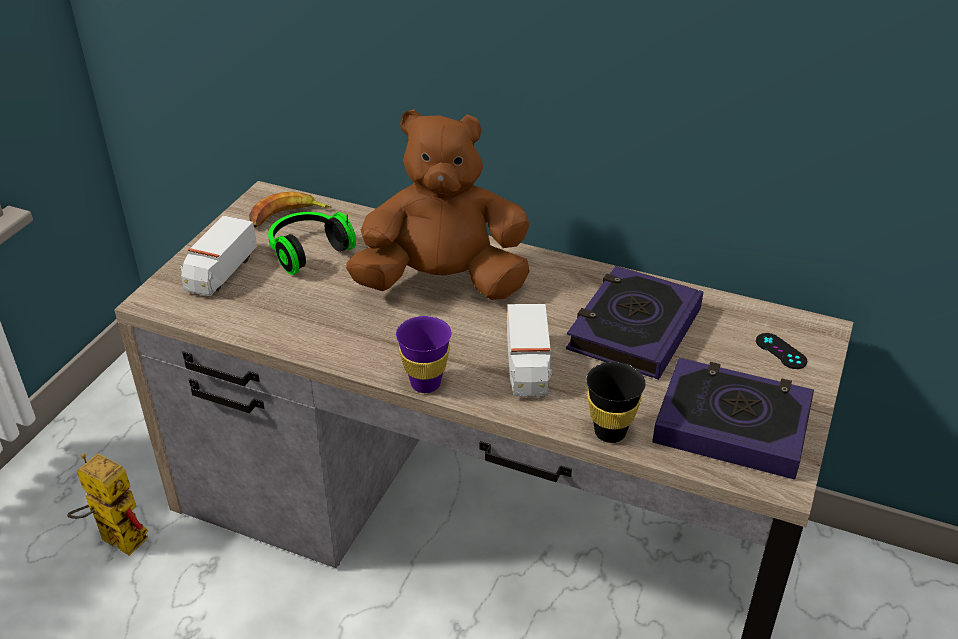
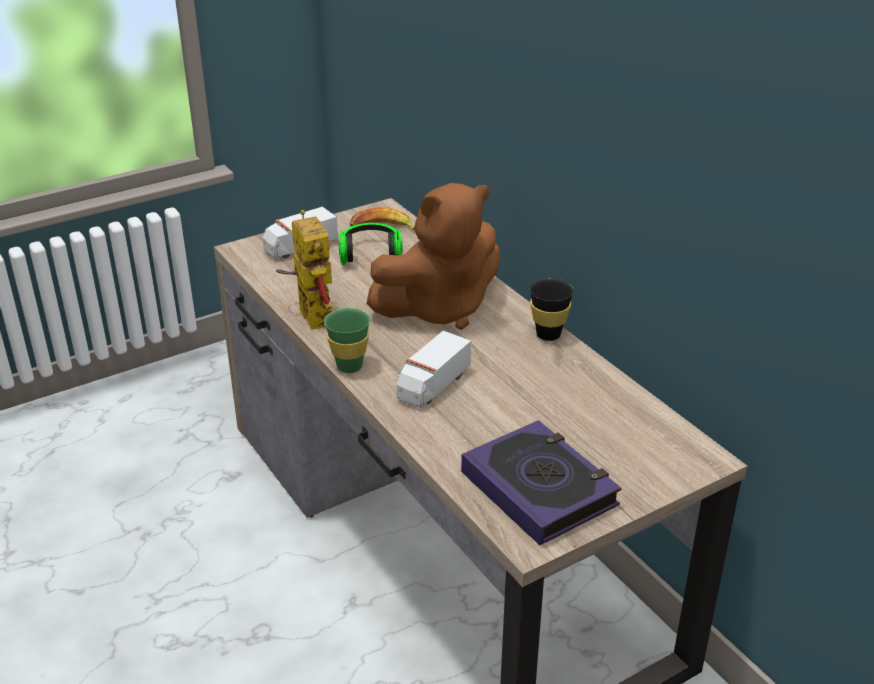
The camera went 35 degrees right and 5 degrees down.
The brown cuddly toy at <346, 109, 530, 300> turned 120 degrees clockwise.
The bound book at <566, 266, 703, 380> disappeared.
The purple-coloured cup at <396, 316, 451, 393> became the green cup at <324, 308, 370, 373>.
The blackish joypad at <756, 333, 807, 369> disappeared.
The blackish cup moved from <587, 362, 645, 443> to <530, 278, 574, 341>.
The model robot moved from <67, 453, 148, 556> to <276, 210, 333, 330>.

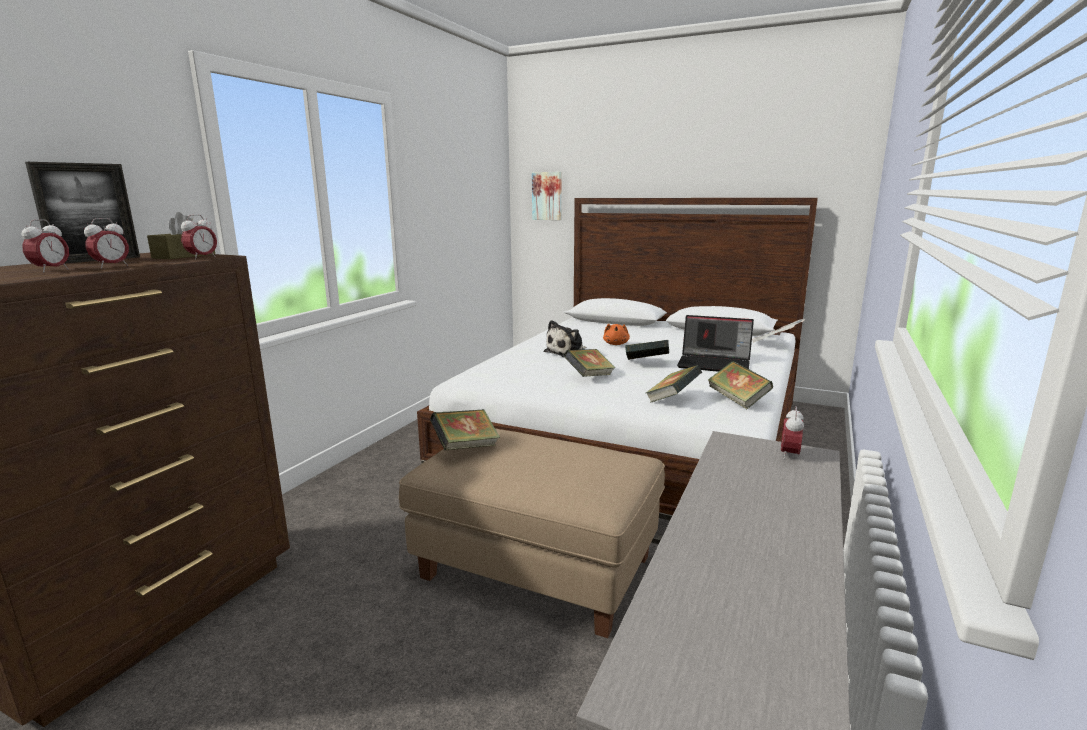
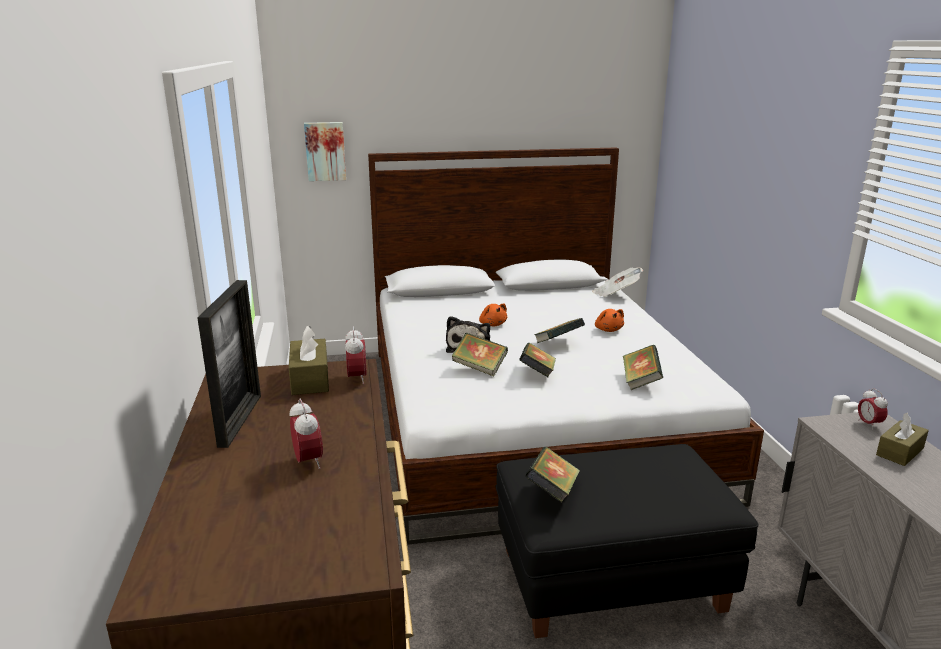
The camera went 35 degrees left and 5 degrees up.
The alarm clock at <84, 218, 129, 269> disappeared.
The portable computer at <677, 315, 754, 372> was replaced by the orange-coloured cuddly toy at <595, 309, 624, 332>.
The bound book moved from <708, 361, 773, 409> to <452, 333, 508, 376>.
The beige-coloured pouffe at <399, 429, 665, 638> became the blackish pouffe at <496, 444, 759, 638>.
The brown box of tissues at <876, 413, 929, 466> appeared.

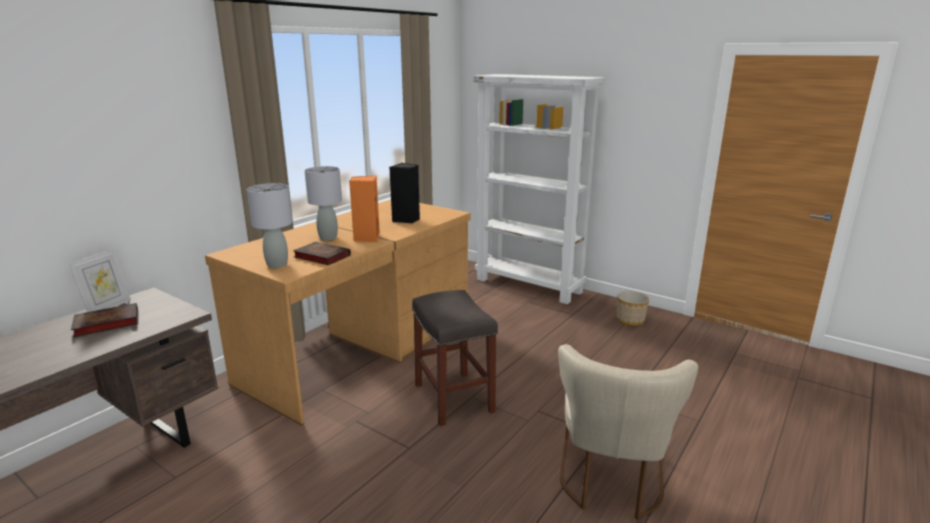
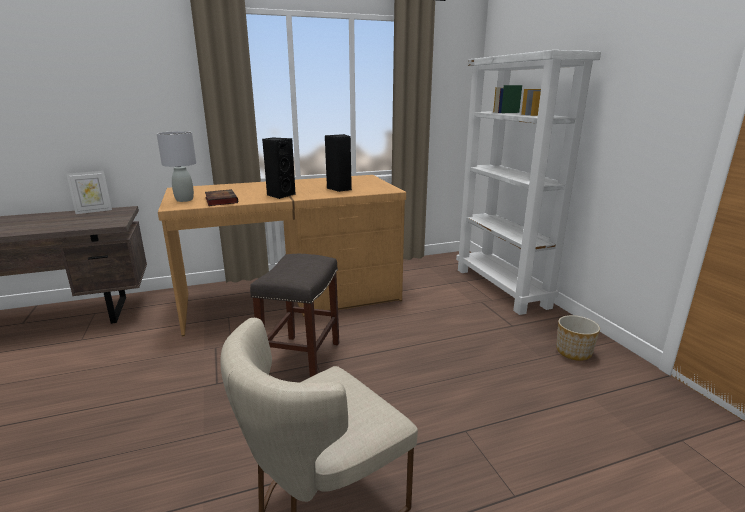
The camera went 35 degrees right and 0 degrees up.
The gray table lamp at <304, 166, 342, 240> disappeared.
The orange-coloured speaker at <349, 176, 380, 242> became the blackish speaker at <262, 137, 296, 199>.
The bound book at <71, 303, 138, 337> disappeared.

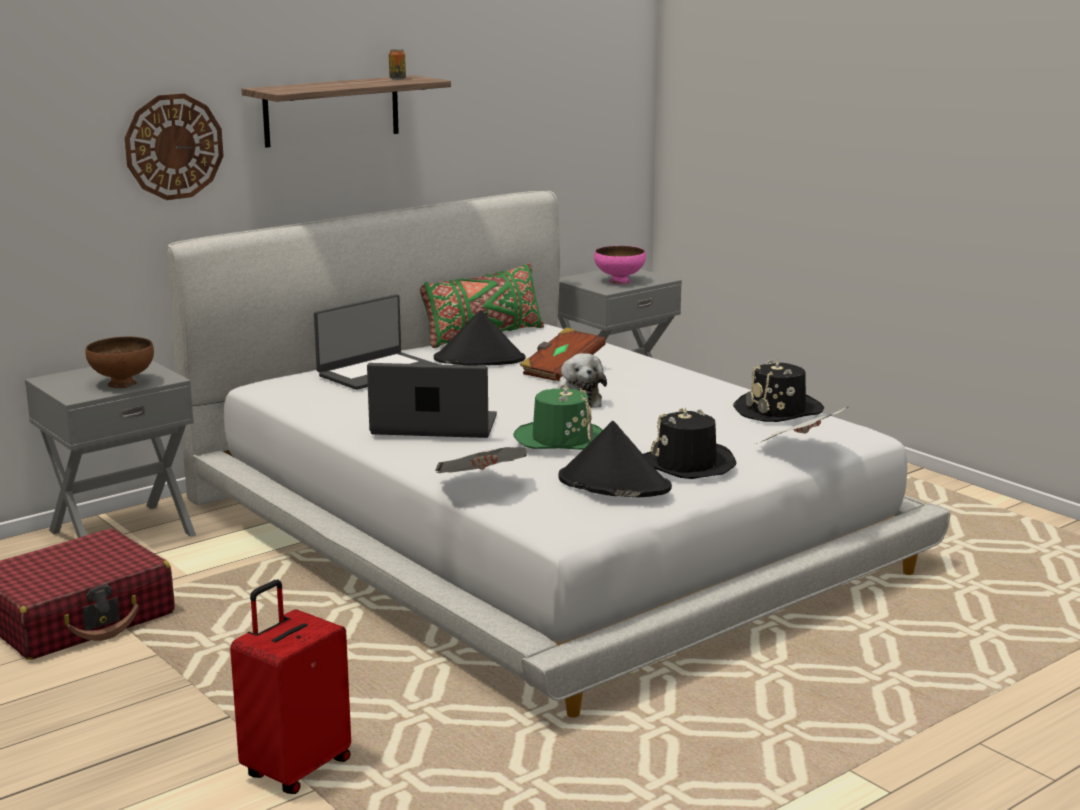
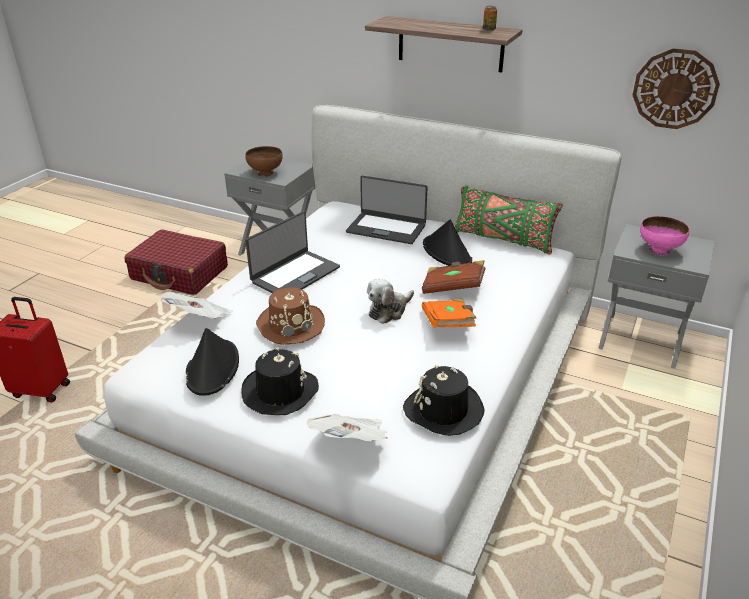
The camera went 65 degrees right and 15 degrees up.
The hanging clock moved from <125, 93, 224, 200> to <633, 48, 720, 129>.
The portable computer at <367, 363, 497, 438> turned 60 degrees clockwise.
The green clothing hat at <513, 384, 602, 450> became the brown clothing hat at <256, 288, 325, 345>.
The orange-coloured bound book at <422, 299, 476, 328> appeared.

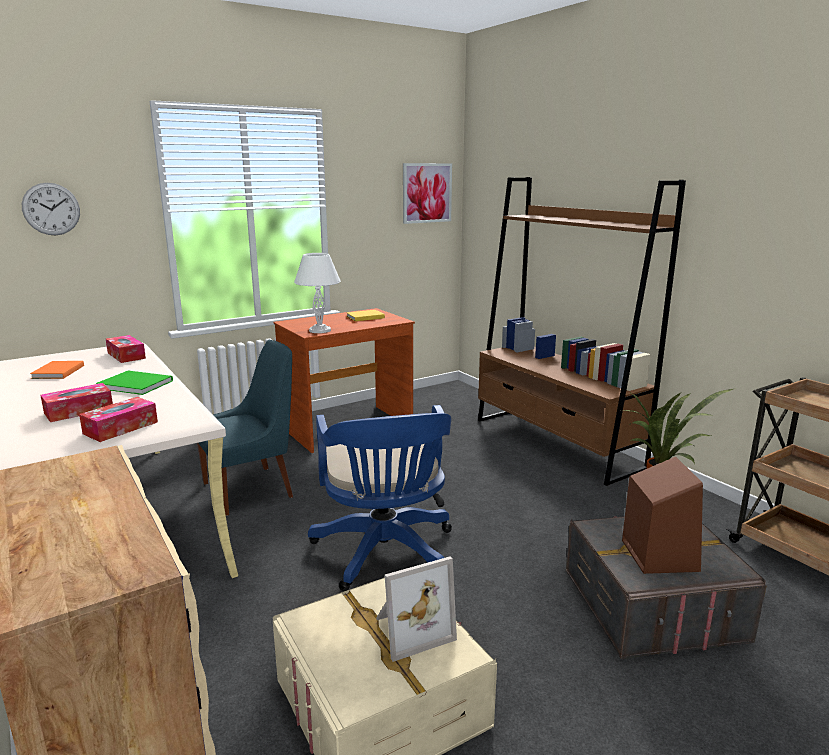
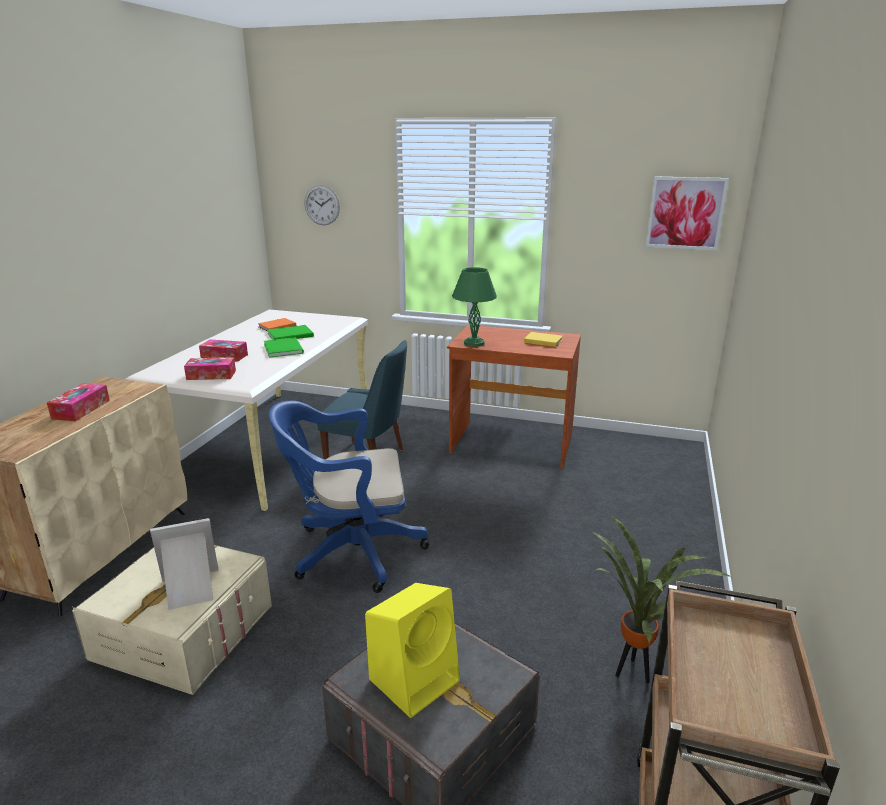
The camera went 50 degrees right and 5 degrees up.
The brown shelving unit at <478, 177, 686, 486> disappeared.
The white-coloured table lamp at <294, 253, 341, 333> became the green table lamp at <452, 267, 497, 346>.
The box of tissues moved from <106, 335, 146, 363> to <47, 383, 110, 421>.
The blue-coloured desk chair at <308, 405, 452, 591> turned 45 degrees clockwise.
The brown speaker at <622, 457, 703, 574> became the yellow speaker at <365, 583, 460, 718>.
The standing frame at <376, 557, 457, 662> turned 135 degrees clockwise.
The green bound book at <267, 325, 314, 340> appeared.

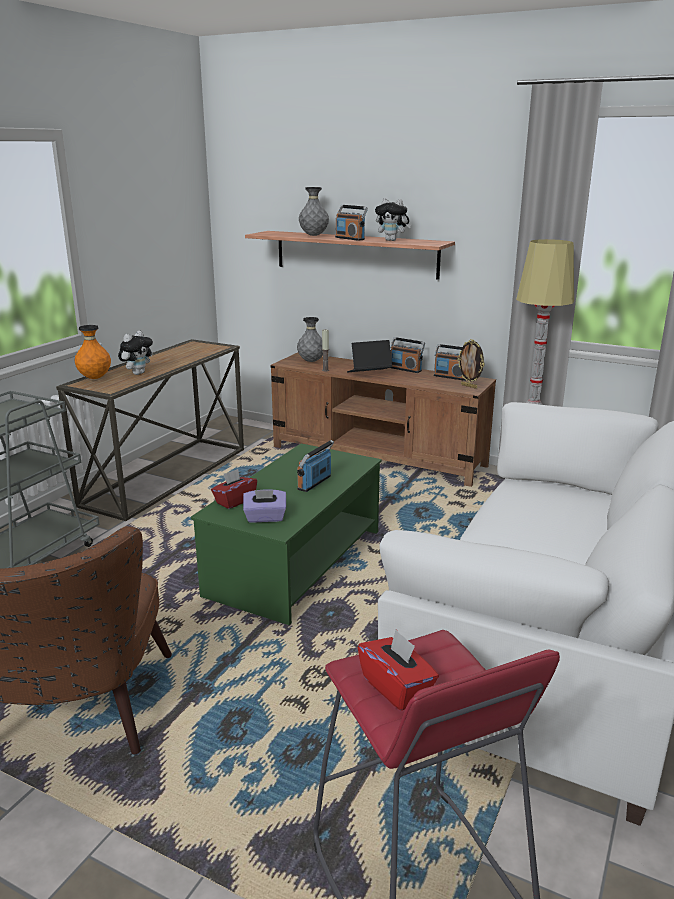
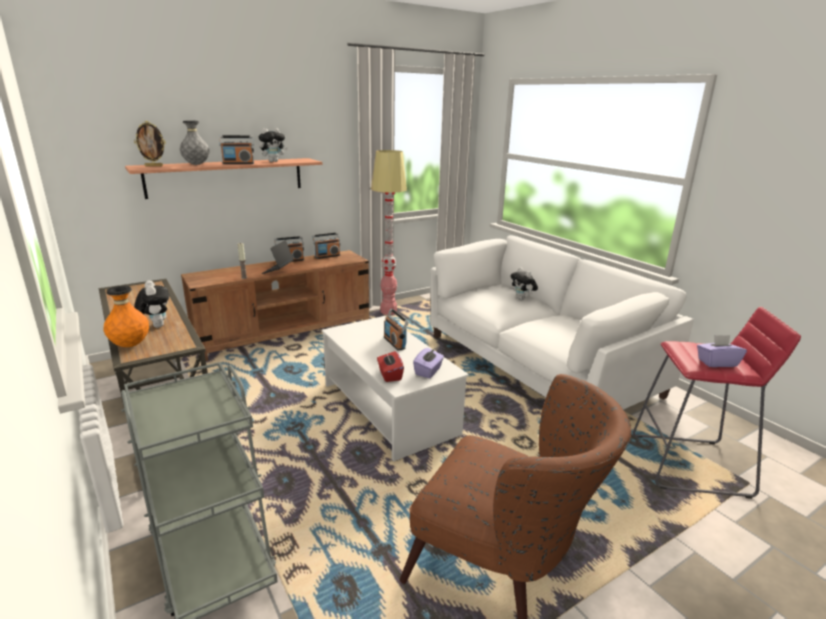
The camera went 60 degrees left and 0 degrees up.
The gray flower vase at <297, 317, 323, 362> disappeared.
The standing frame moved from <457, 339, 485, 389> to <134, 121, 166, 167>.
The green low table at <191, 443, 382, 625> became the white-coloured low table at <322, 316, 469, 461>.
The red box of tissues at <358, 630, 439, 711> became the purple-coloured box of tissues at <697, 335, 747, 367>.
The cuddly toy at <511, 267, 538, 300> appeared.

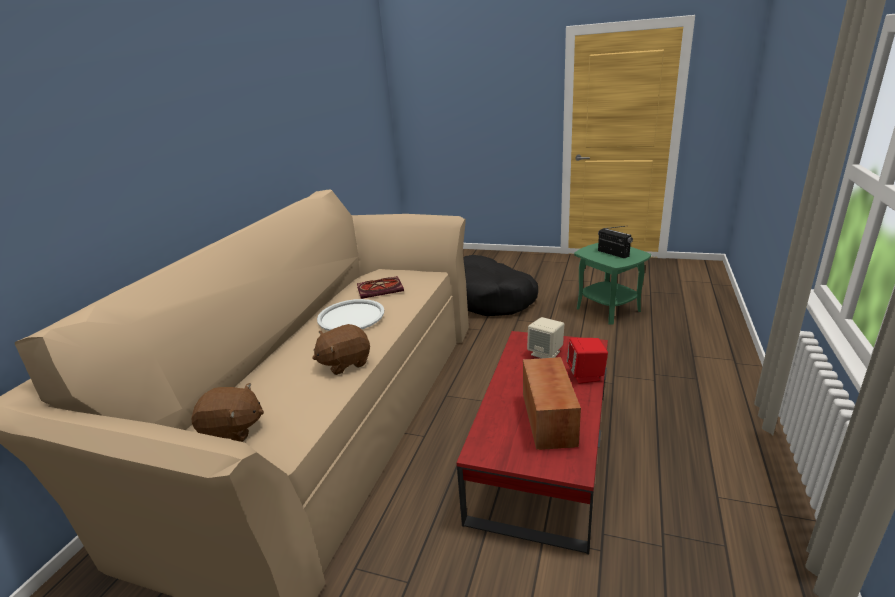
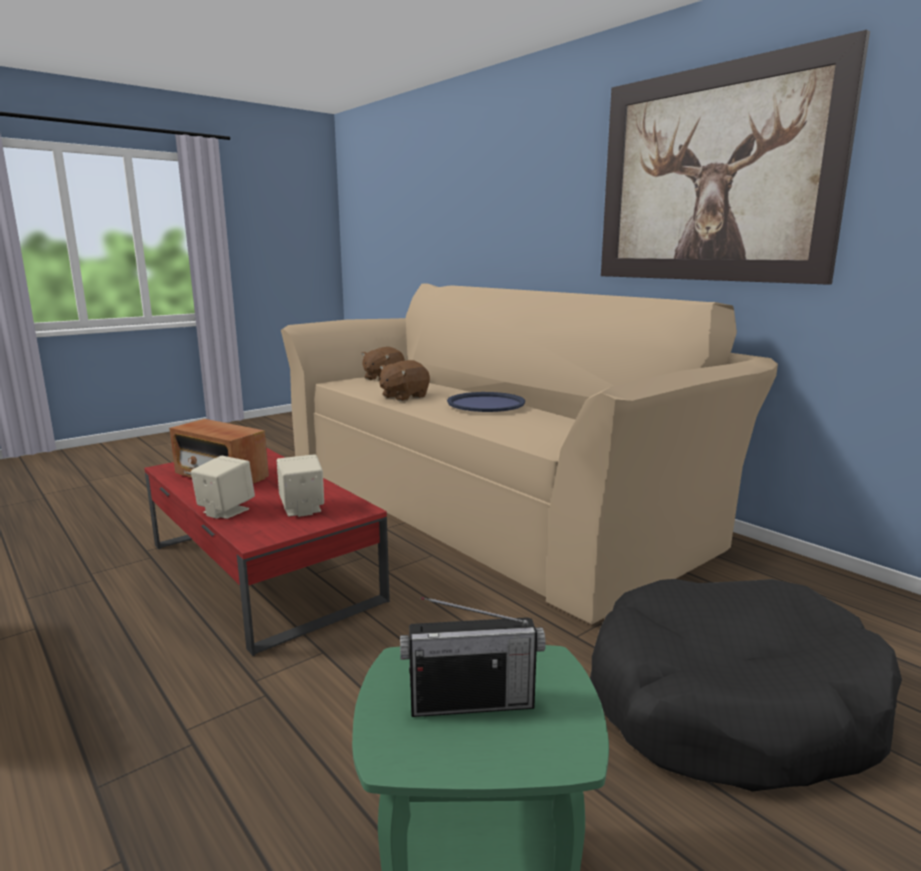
The camera went 120 degrees right and 10 degrees down.
The bound book at <357, 276, 404, 299> disappeared.
The white-coloured carrying tray at <317, 299, 384, 331> became the blue-coloured carrying tray at <447, 392, 525, 412>.
The brown cuddly toy at <312, 324, 370, 375> turned 135 degrees counterclockwise.
The red speaker at <567, 338, 608, 384> became the beige-coloured speaker at <191, 456, 255, 519>.
The wall picture at <601, 30, 870, 285> appeared.

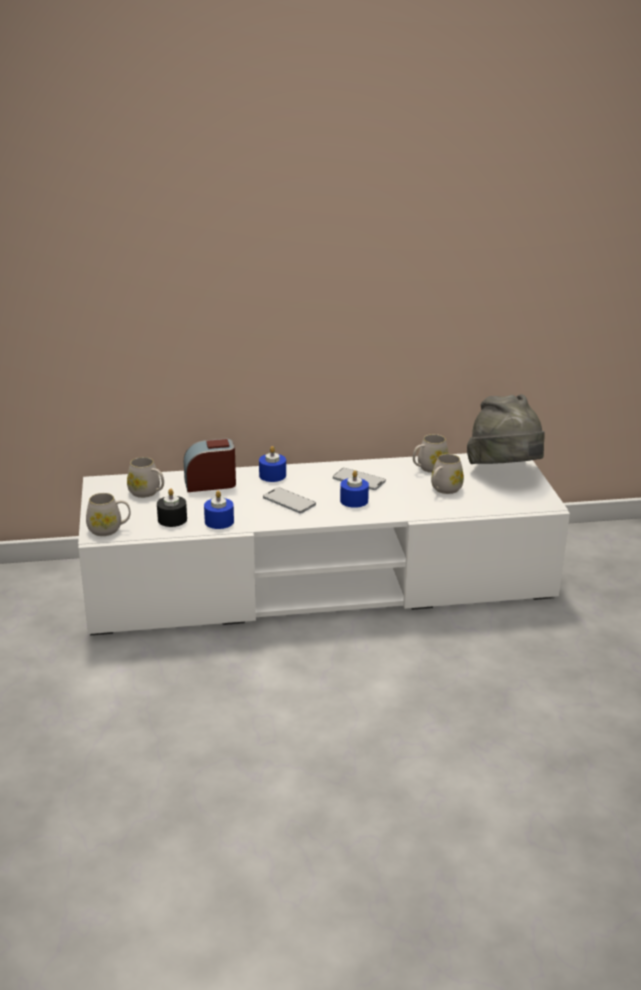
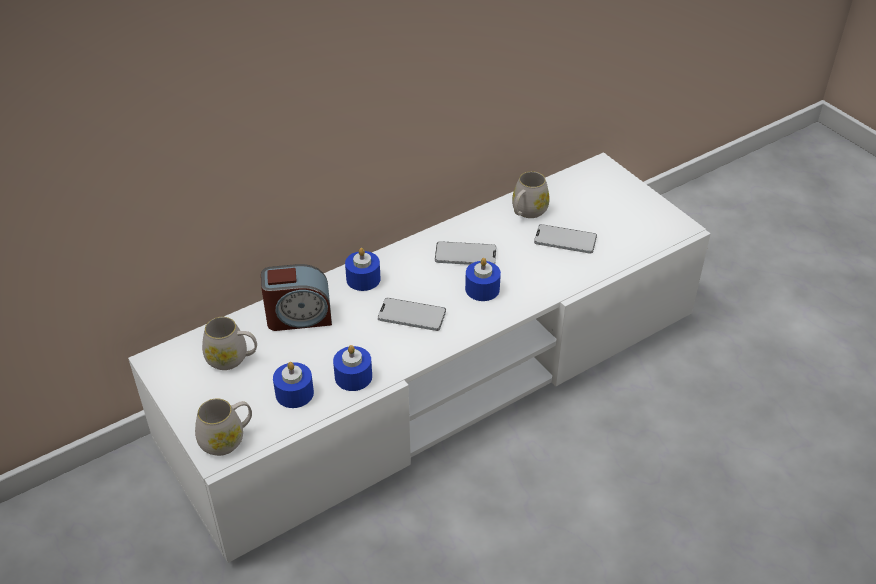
The camera went 25 degrees left and 15 degrees up.
The gray clothing hat at <467, 394, 545, 464> disappeared.
The alarm clock at <184, 438, 236, 492> turned 150 degrees counterclockwise.
The white-coloured tea mug at <431, 454, 464, 494> was replaced by the telephone at <534, 224, 597, 254>.
The blackish candle at <157, 489, 187, 527> became the blue-coloured candle at <273, 362, 314, 408>.

